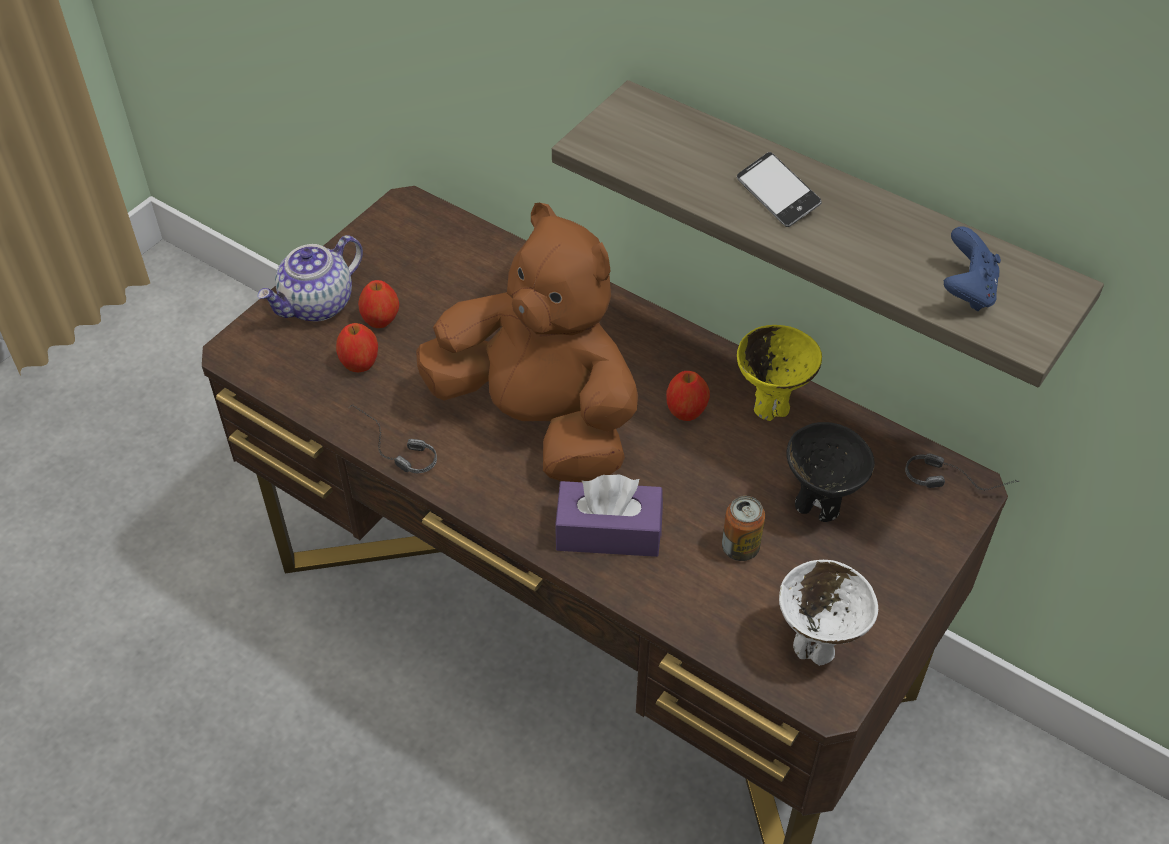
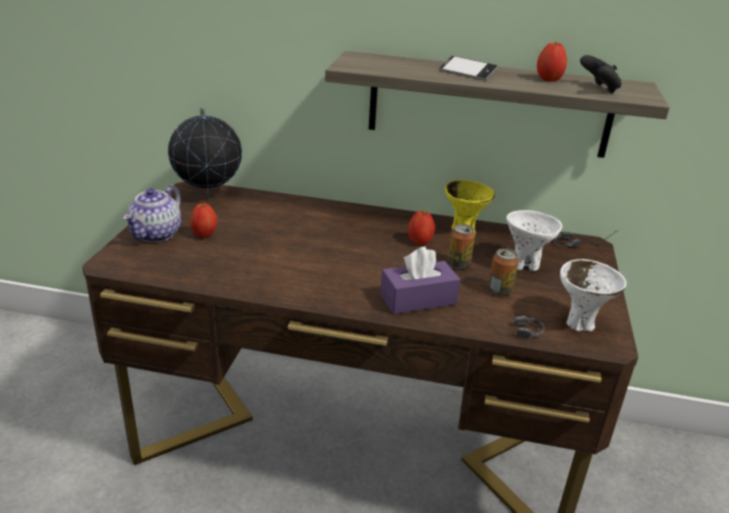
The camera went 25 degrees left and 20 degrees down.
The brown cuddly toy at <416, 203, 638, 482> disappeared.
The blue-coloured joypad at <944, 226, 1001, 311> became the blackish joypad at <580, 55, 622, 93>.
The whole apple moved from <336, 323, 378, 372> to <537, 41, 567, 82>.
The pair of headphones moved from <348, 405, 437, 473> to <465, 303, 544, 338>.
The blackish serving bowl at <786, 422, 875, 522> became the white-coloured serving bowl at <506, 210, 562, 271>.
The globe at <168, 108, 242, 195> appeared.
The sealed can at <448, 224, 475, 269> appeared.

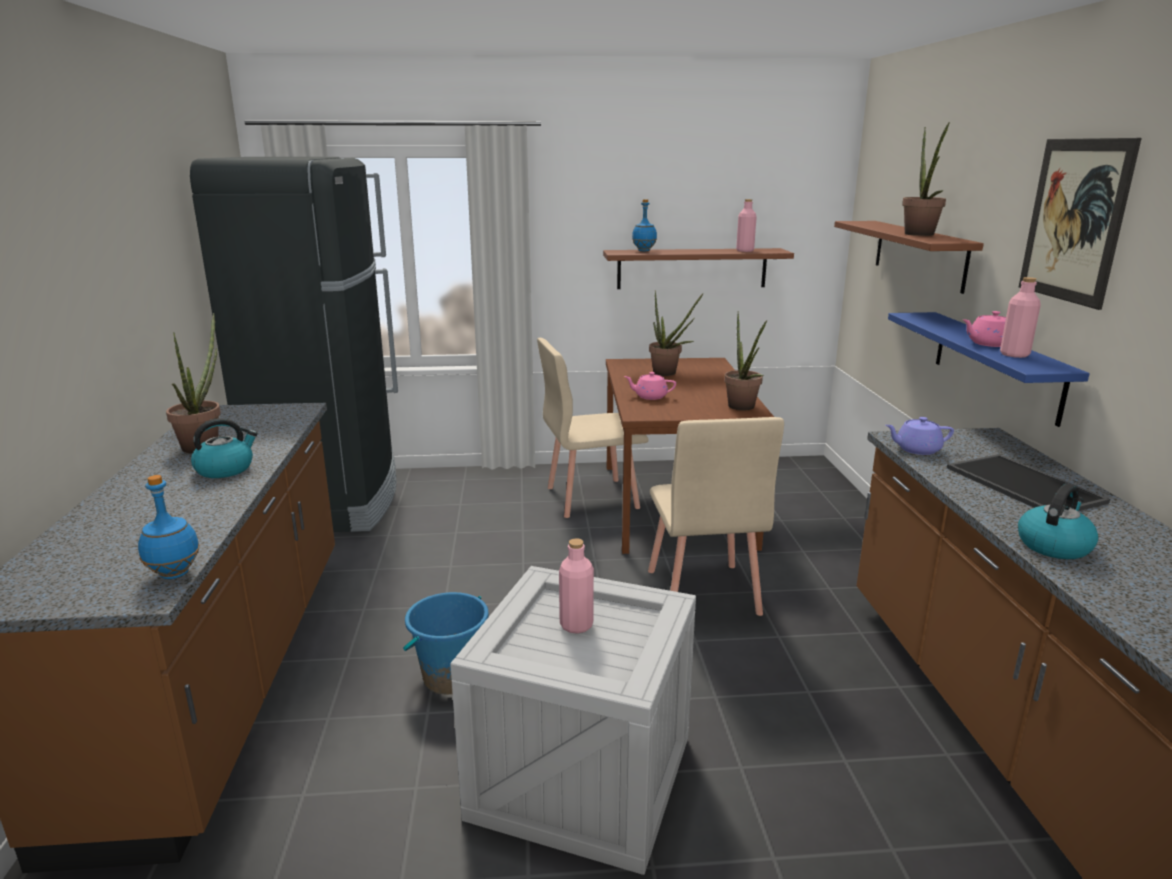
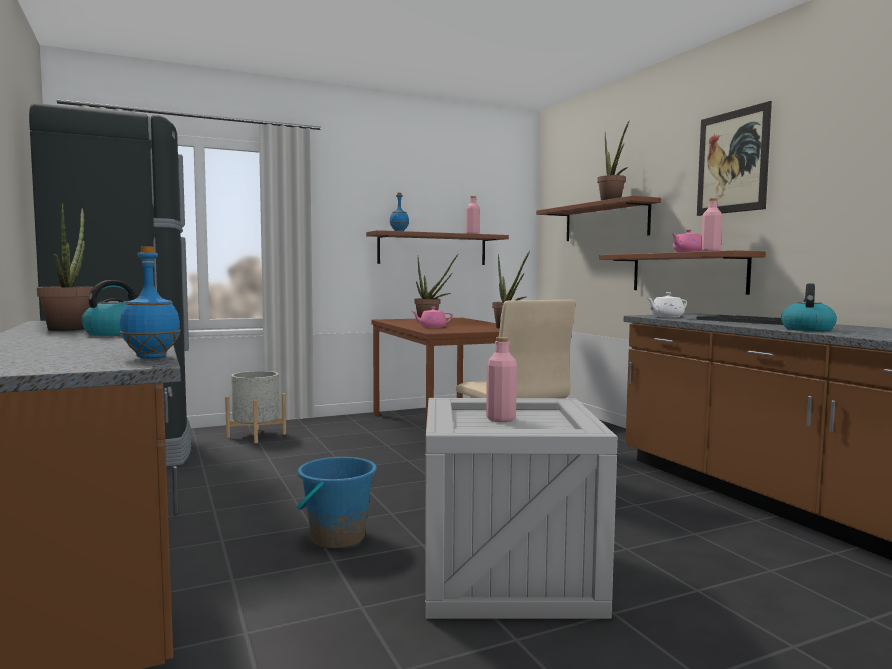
The camera went 20 degrees left and 15 degrees down.
The blue-coloured shelf at <888, 312, 1090, 427> became the brown shelf at <599, 250, 766, 295>.
The beige-coloured upright chair at <537, 338, 649, 518> disappeared.
The purple-coloured pot for tea at <886, 417, 954, 455> became the white-coloured pot for tea at <647, 292, 687, 318>.
The gray plant pot at <225, 371, 286, 443> appeared.

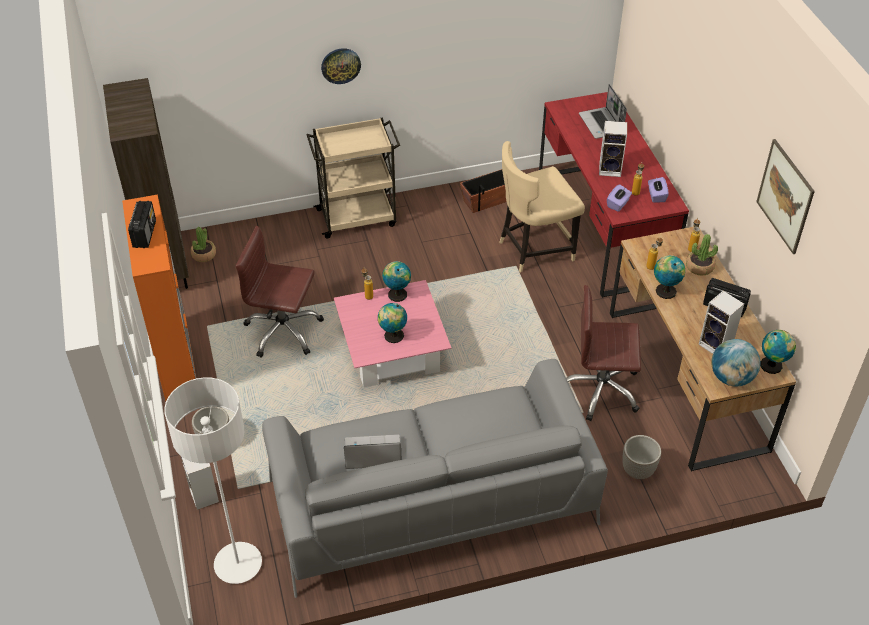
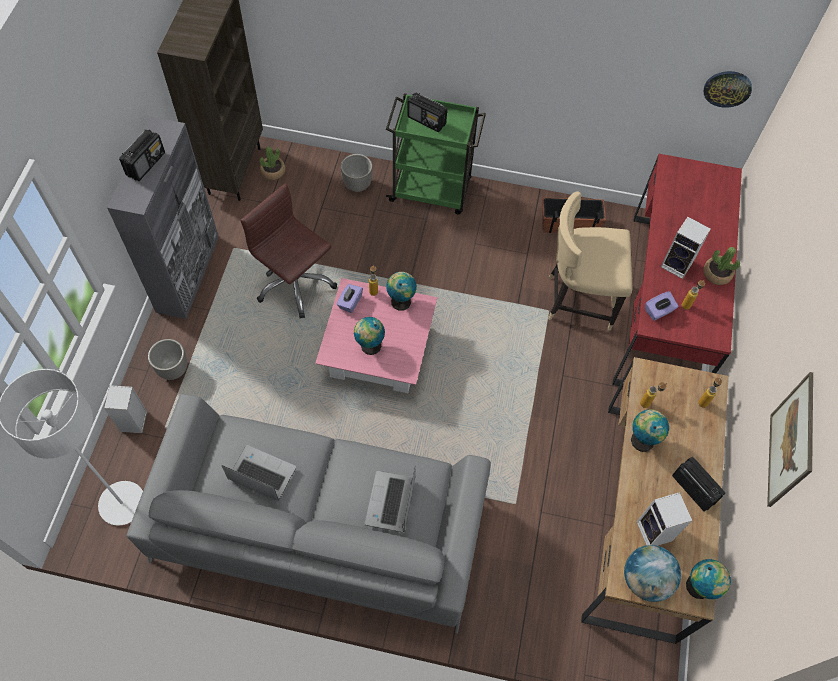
The camera went 25 degrees right and 15 degrees up.
The hanging clock moved from <321, 48, 361, 84> to <704, 71, 752, 108>.
The portable computer moved from <579, 84, 627, 139> to <365, 466, 416, 532>.
The beige-coloured cart at <307, 117, 400, 239> became the green cart at <386, 93, 486, 215>.
The purple-coloured box of tissues moved from <648, 177, 669, 203> to <337, 284, 363, 313>.
The orange-coloured cupboard at <122, 195, 196, 401> became the gray cupboard at <107, 117, 219, 319>.
The plant in a pot moved from <686, 234, 718, 276> to <703, 247, 740, 285>.
The brown desk chair at <566, 285, 641, 421> disappeared.
The plant pot moved from <623, 435, 661, 479> to <341, 154, 373, 192>.
The radio set at <407, 92, 447, 132> appeared.

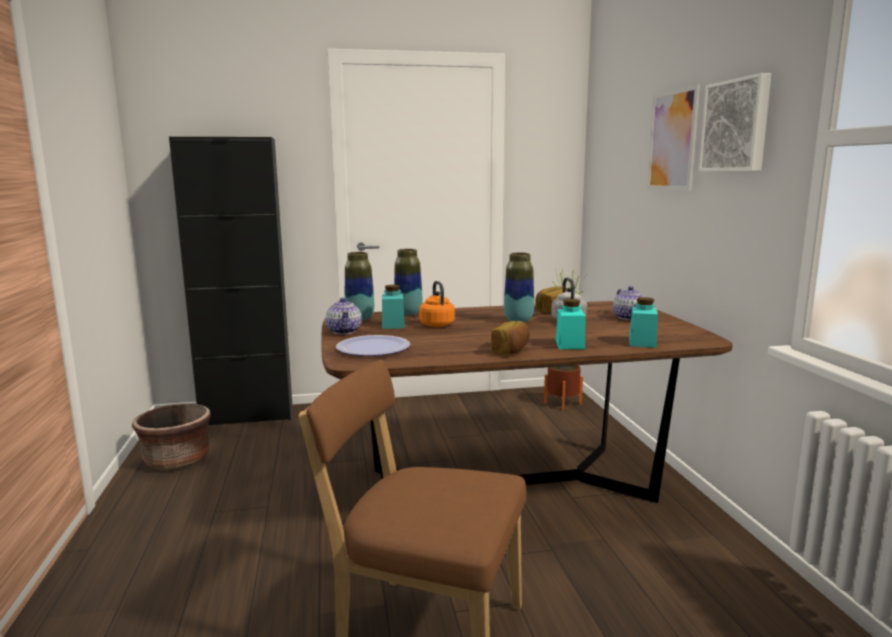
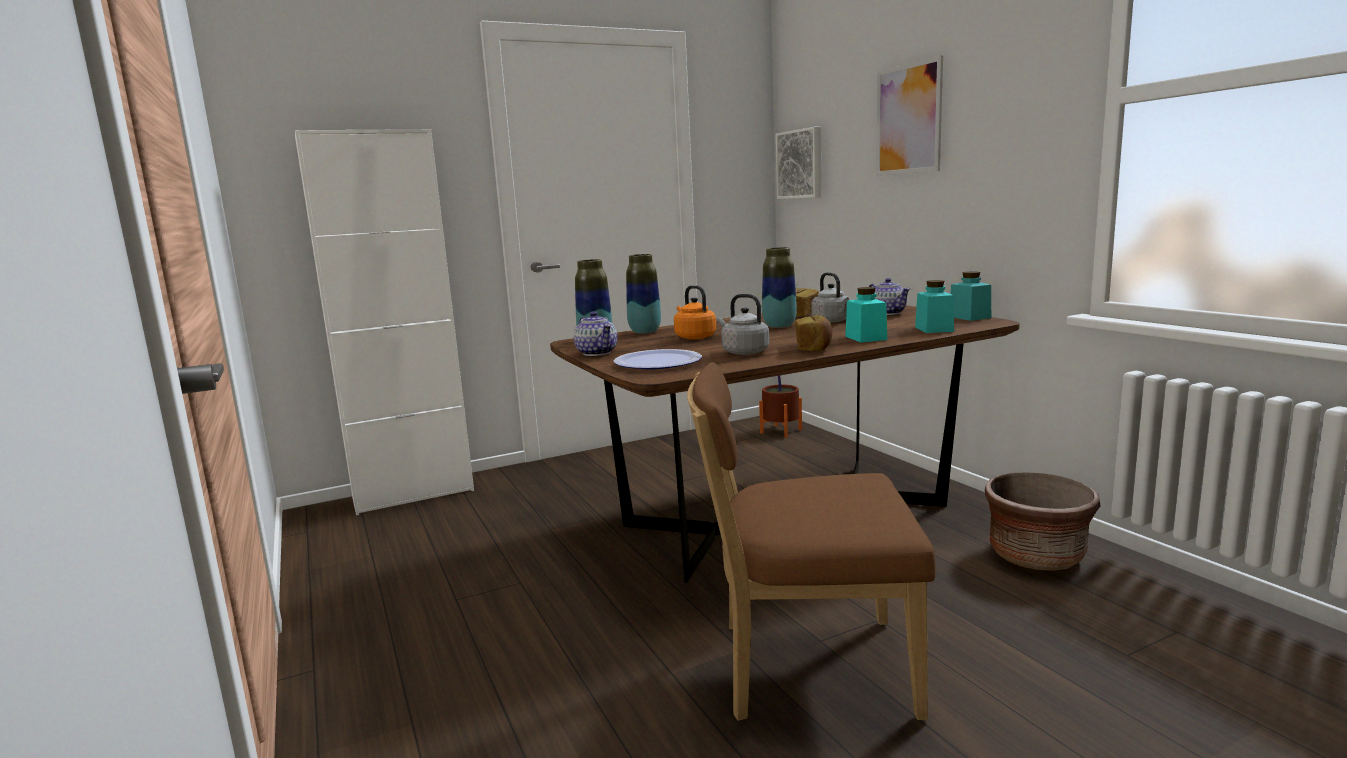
The camera went 15 degrees left and 0 degrees up.
The wall picture moved from <698, 73, 771, 171> to <775, 127, 821, 199>.
The blackish cupboard at <169, 137, 292, 425> became the white-coloured cupboard at <295, 129, 474, 515>.
The turquoise preserve jar moved from <382, 285, 405, 329> to <950, 271, 991, 321>.
The brown plant pot moved from <132, 403, 211, 470> to <985, 472, 1100, 571>.
The gray tea kettle at <717, 294, 769, 355> appeared.

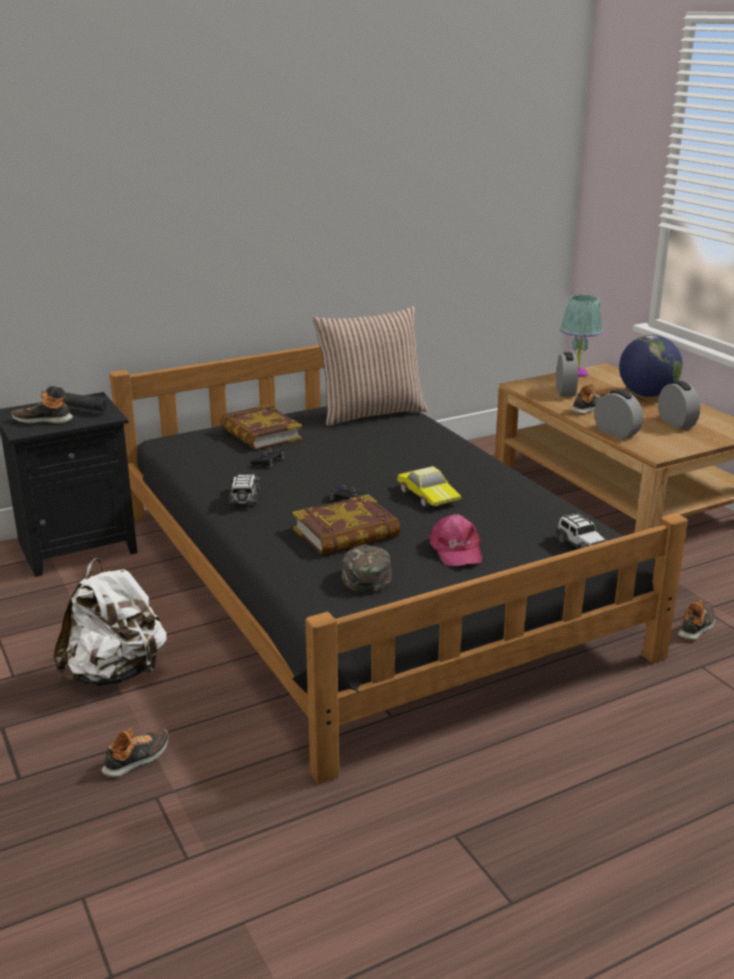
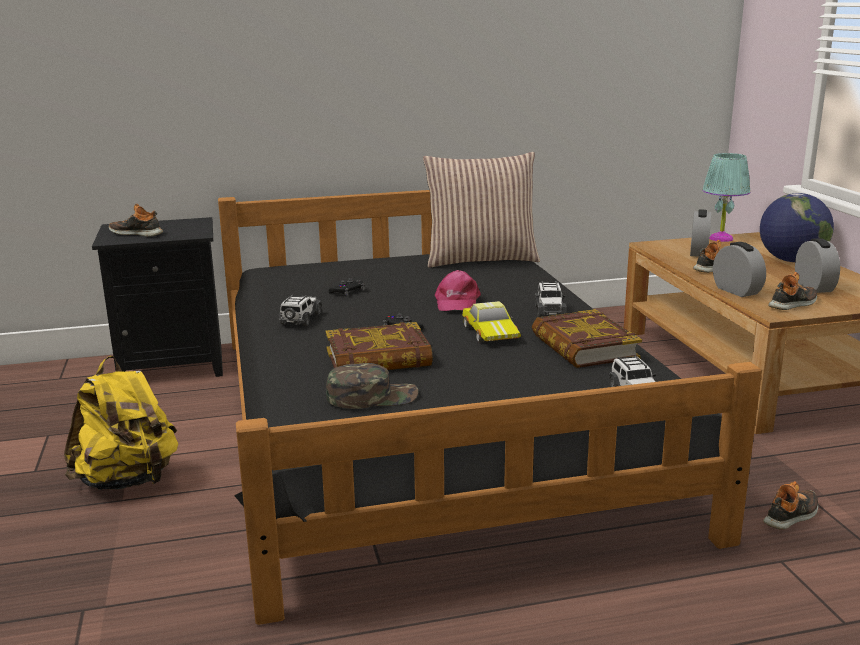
The camera went 15 degrees right and 5 degrees down.
The blackish torch at <46, 386, 108, 411> disappeared.
The bound book moved from <220, 404, 302, 450> to <532, 309, 642, 368>.
The pink peaked cap moved from <429, 514, 482, 566> to <435, 270, 481, 311>.
The green peaked cap at <342, 544, 392, 592> turned 60 degrees clockwise.
The white-coloured knapsack at <53, 558, 167, 686> became the yellow knapsack at <64, 356, 179, 490>.
The item of footwear moved from <101, 728, 169, 778> to <768, 272, 817, 310>.
The miniature car at <535, 281, 567, 317> appeared.

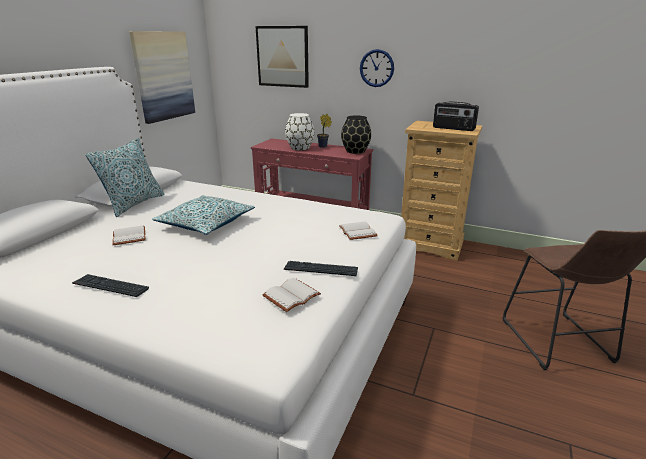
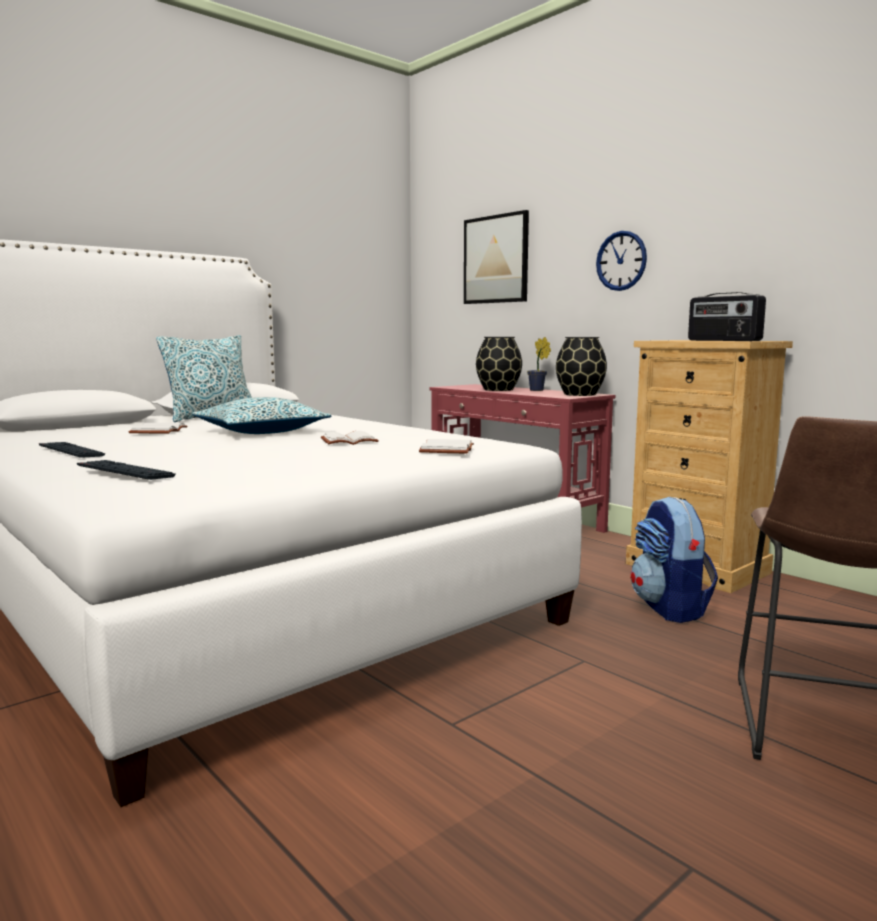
The camera went 25 degrees right and 15 degrees down.
The wall picture at <129, 31, 195, 124> disappeared.
The white-coloured flower vase at <285, 113, 314, 150> became the blackish flower vase at <476, 337, 522, 391>.
The computer keyboard moved from <284, 261, 358, 276> to <77, 460, 176, 480>.
The white-coloured bound book moved from <262, 278, 321, 312> to <321, 431, 379, 445>.
The knapsack at <631, 497, 718, 623> appeared.

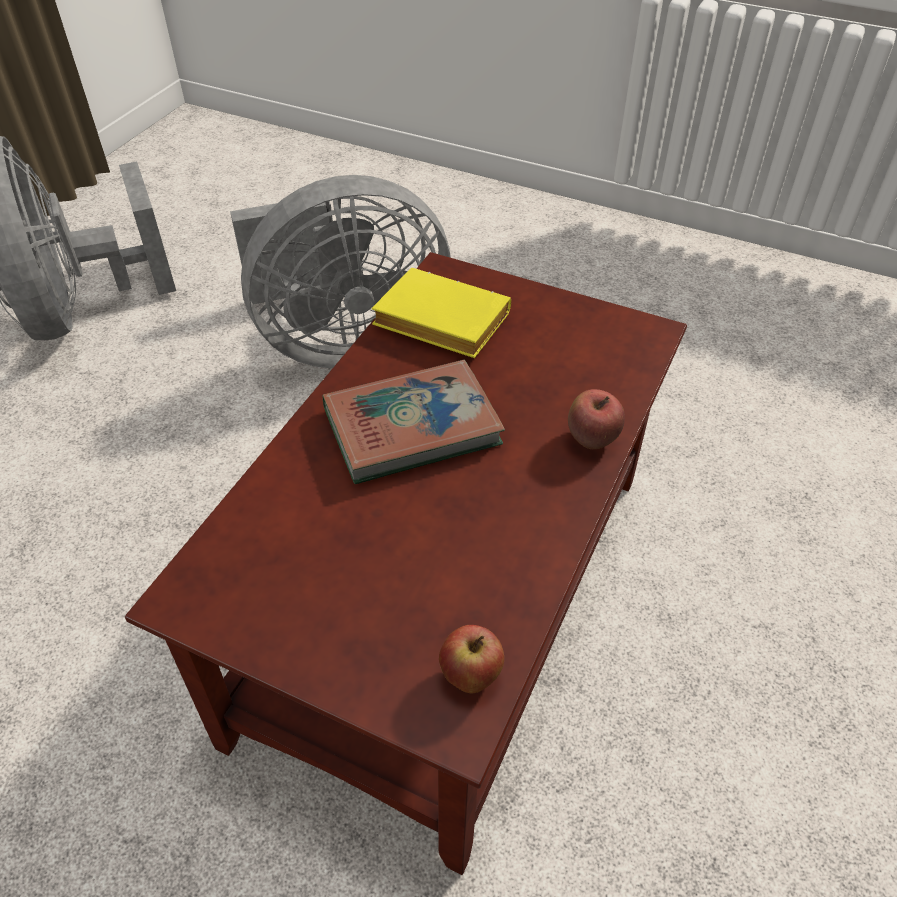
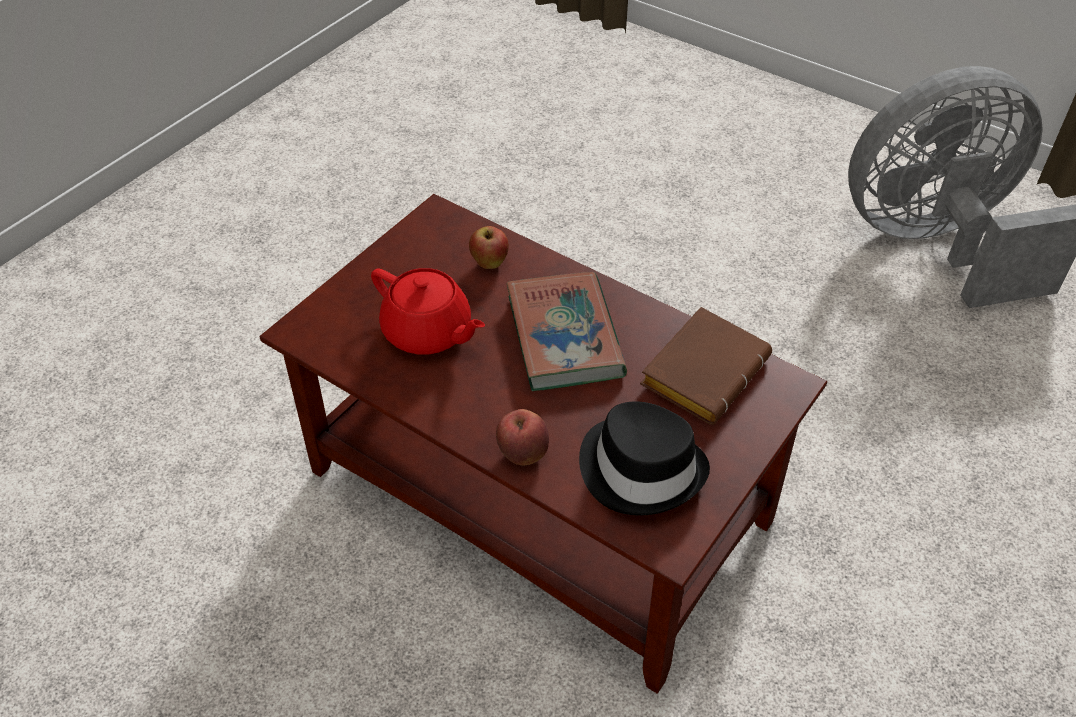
The camera went 100 degrees right and 0 degrees up.
The gray fan at <230, 175, 451, 368> disappeared.
The yellow bound book at <371, 268, 511, 358> became the brown bound book at <640, 307, 772, 425>.
The whole apple moved from <439, 625, 504, 693> to <469, 226, 509, 269>.
The red pot for tea at <371, 268, 485, 355> appeared.
The blackish clothing hat at <579, 401, 710, 515> appeared.

